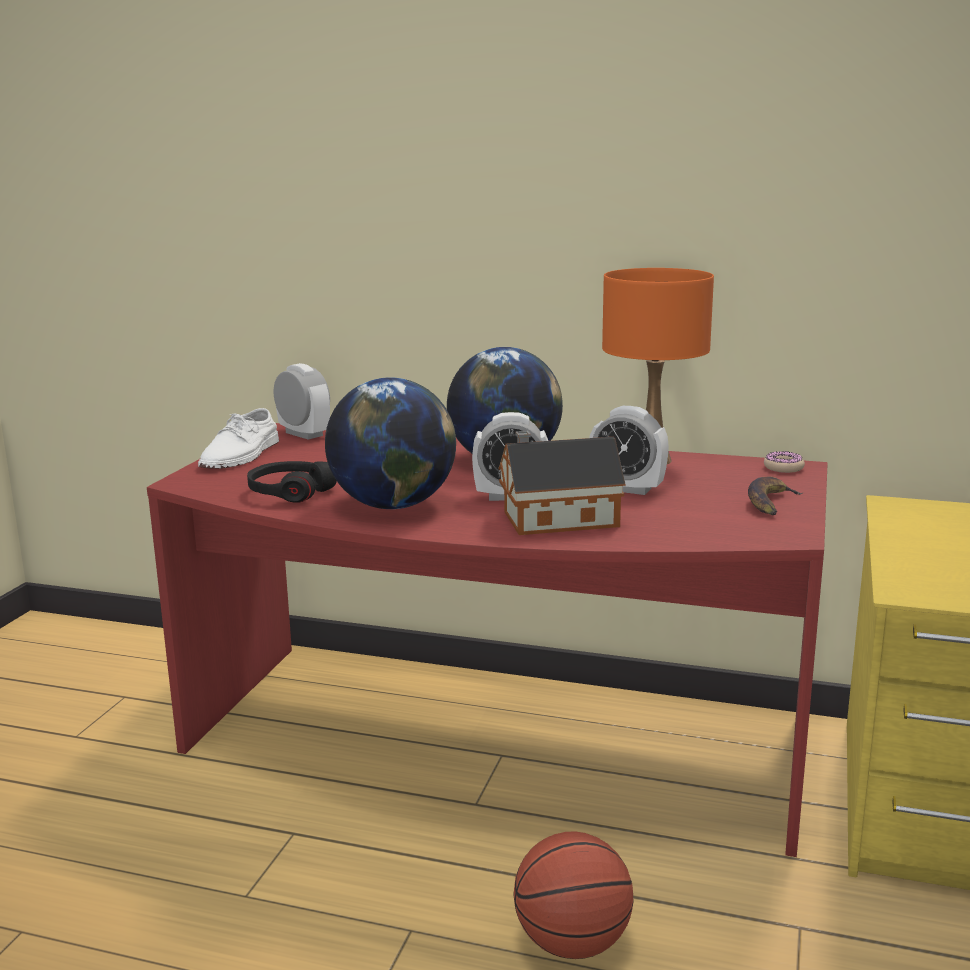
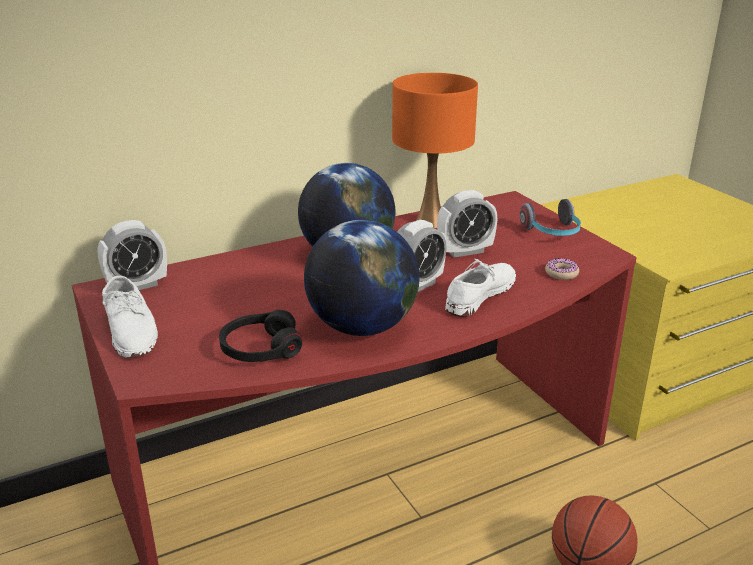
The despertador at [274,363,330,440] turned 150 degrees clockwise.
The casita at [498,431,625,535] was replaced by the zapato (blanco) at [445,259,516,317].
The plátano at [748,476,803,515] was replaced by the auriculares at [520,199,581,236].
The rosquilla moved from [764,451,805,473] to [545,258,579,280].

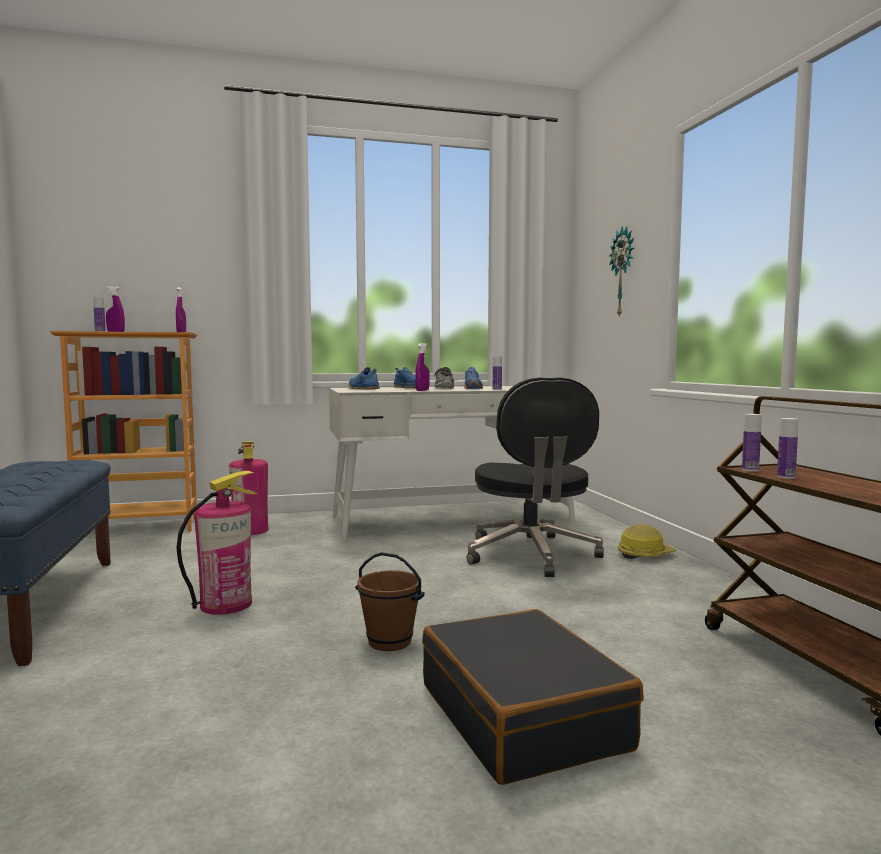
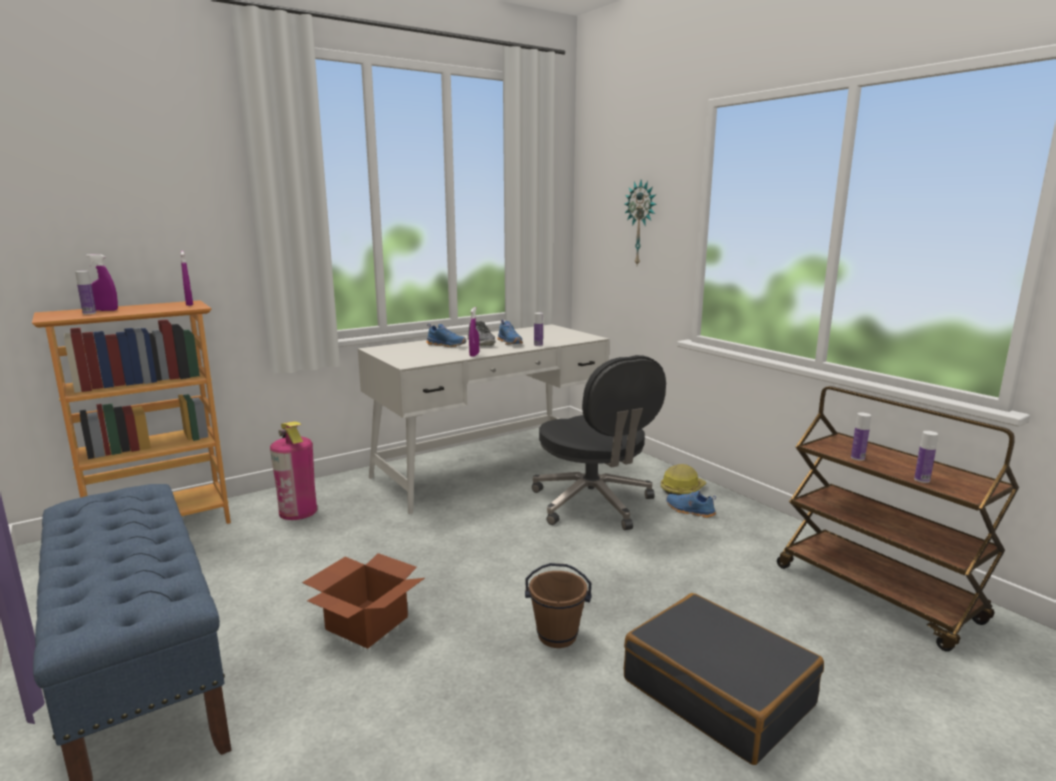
The extintor at [176,471,258,615] was replaced by the caja de cartón at [302,553,425,649].
The zapato (azul) moved from [349,367,380,390] to [666,490,716,518].
The botella moved from [742,414,762,472] to [914,431,938,483].

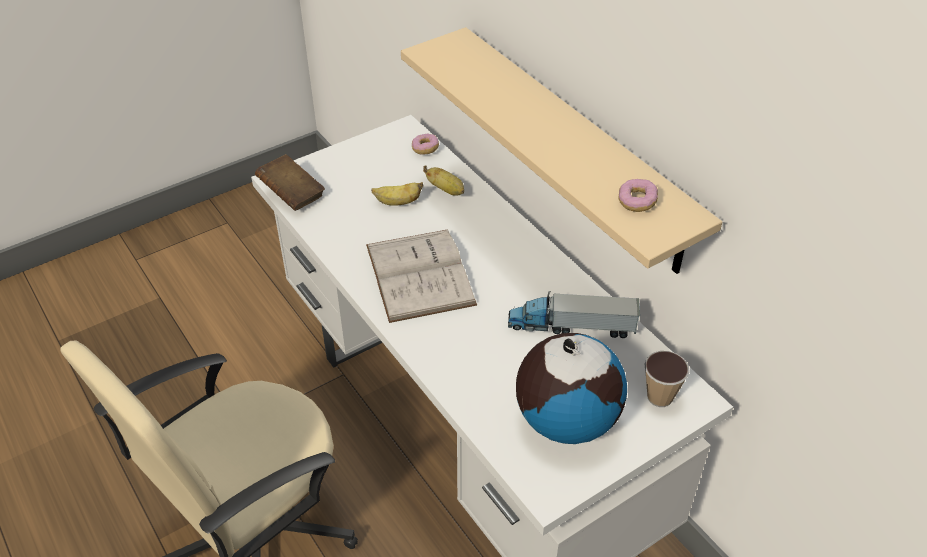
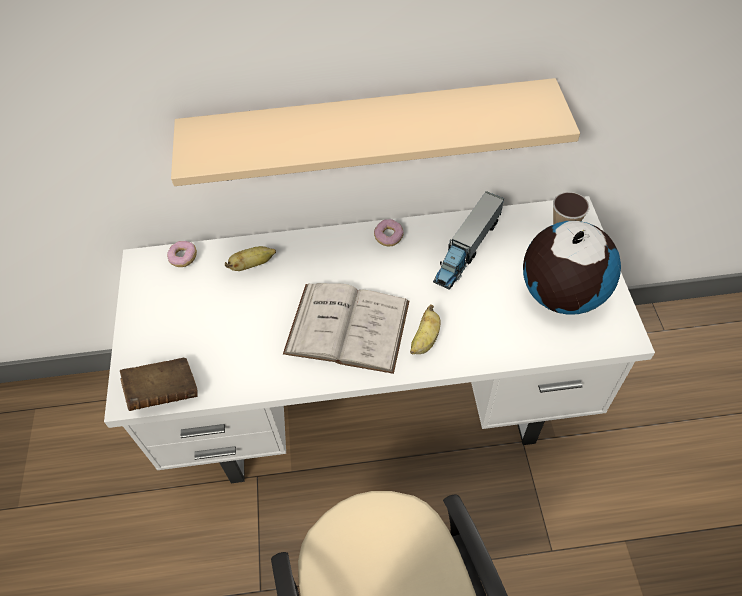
The plátano moved from [371,182,424,206] to [410,304,440,354].
The rosquilla moved from [619,179,658,212] to [374,219,404,246].

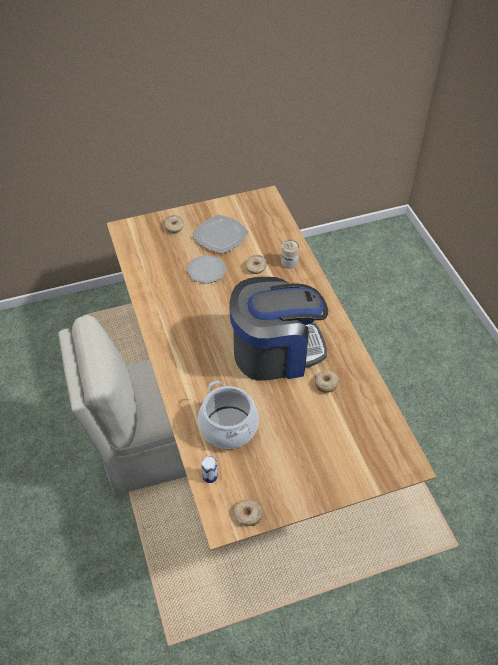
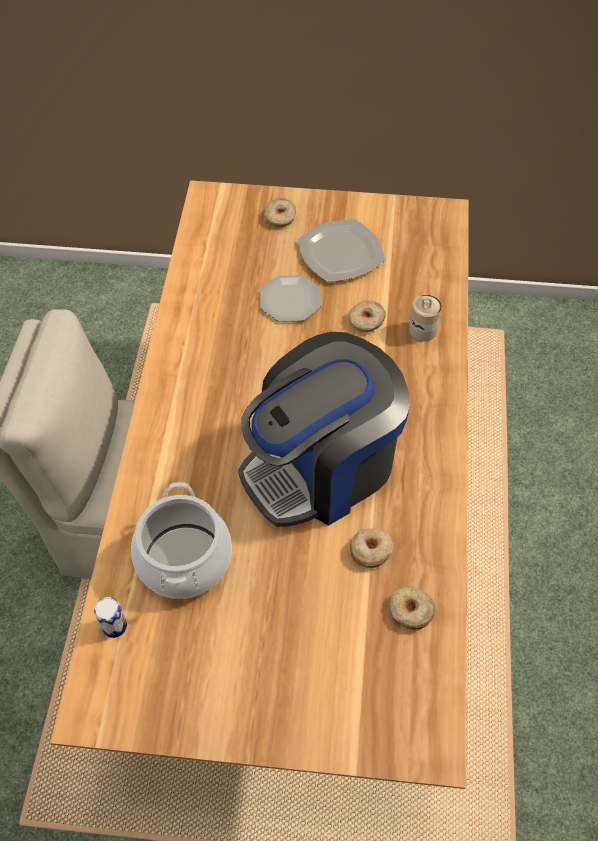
The cafetera at [229,277,328,381] turned 135 degrees clockwise.
The rosquilla moved from [234,499,264,526] to [389,586,436,630].

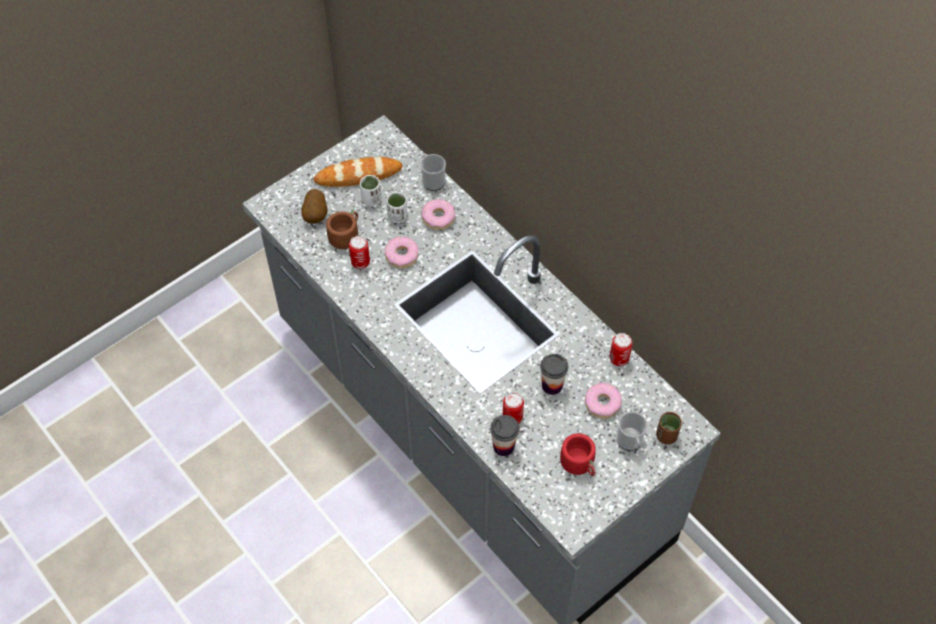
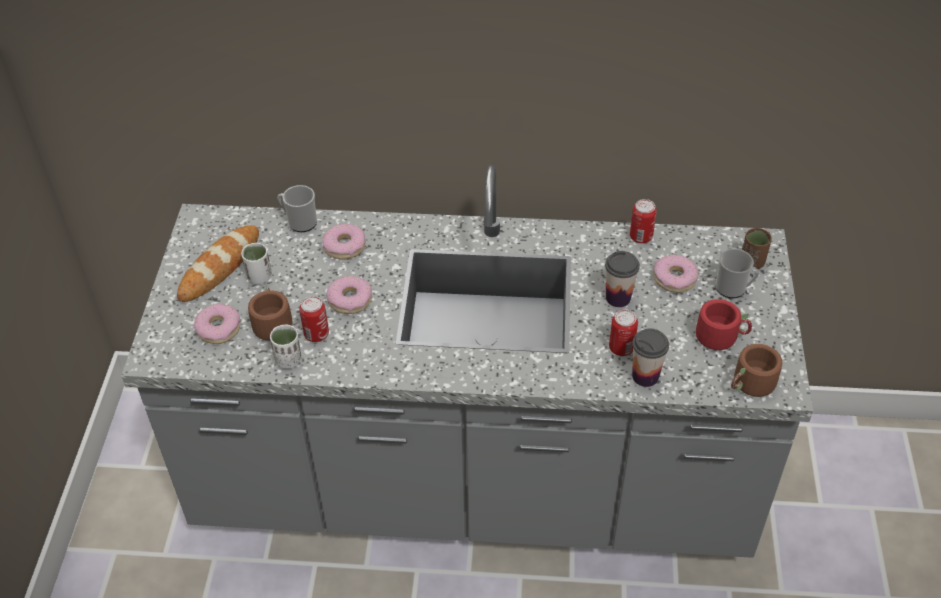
The patata at [301,189,328,224] was replaced by the rosquilla at [194,304,240,344].
The taza (blanco) moved from [387,192,407,223] to [270,325,301,369].
The taza grande (marrón) at [731,344,789,397] appeared.

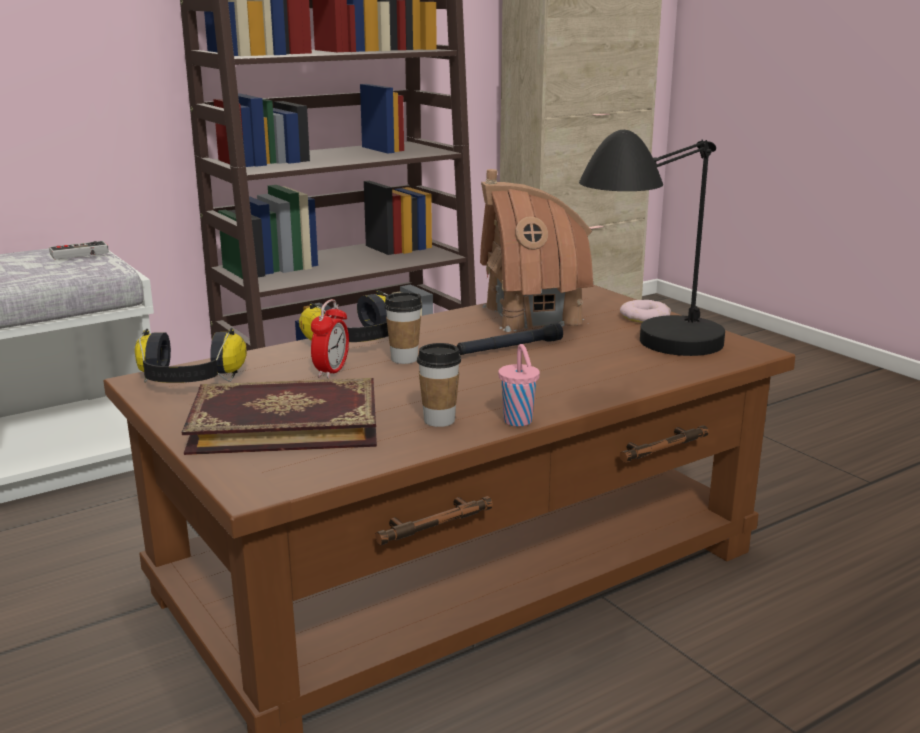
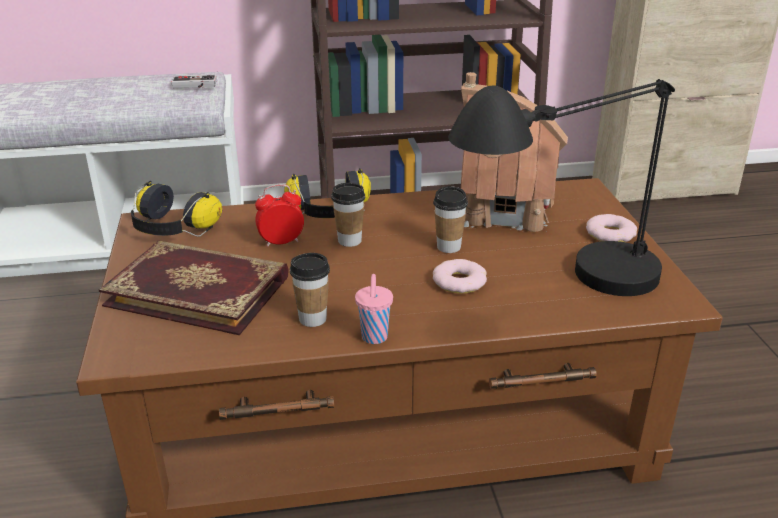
The despertador at [311,299,349,379] turned 150 degrees counterclockwise.
The linterna (negro) at [457,323,563,355] was replaced by the taza at [433,186,468,253].
The rosquilla at [433,259,487,293] appeared.

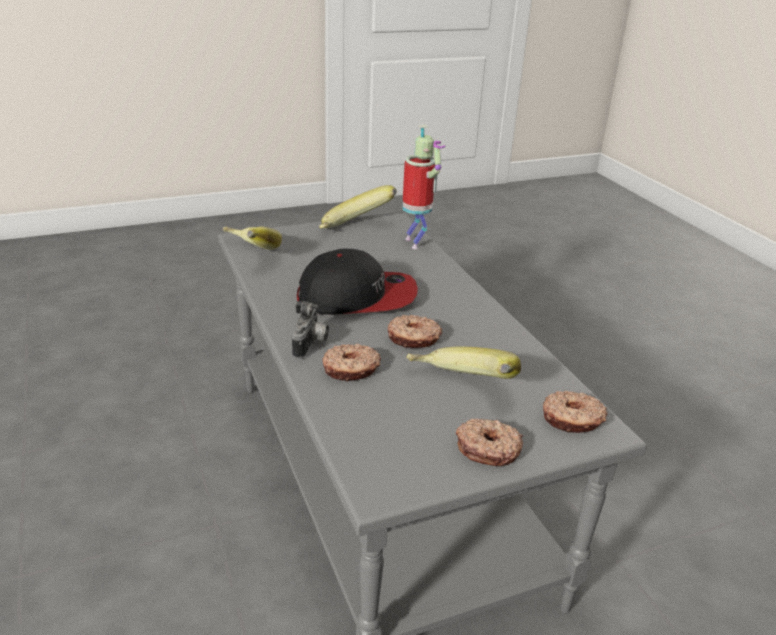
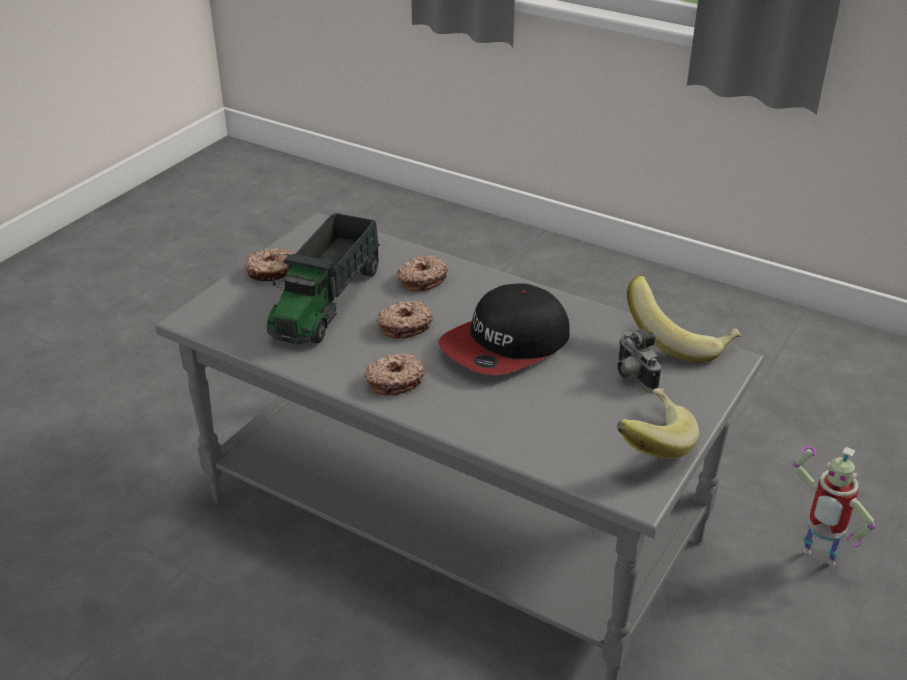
The cámara moved from [292,301,329,359] to [617,329,661,390].
The robot de juguete moved from [402,124,445,249] to [793,446,875,566].
The plátano at [406,346,521,379] was replaced by the camión de juguete at [267,213,380,344].
The rosquilla moved from [543,391,608,433] to [364,353,425,395].

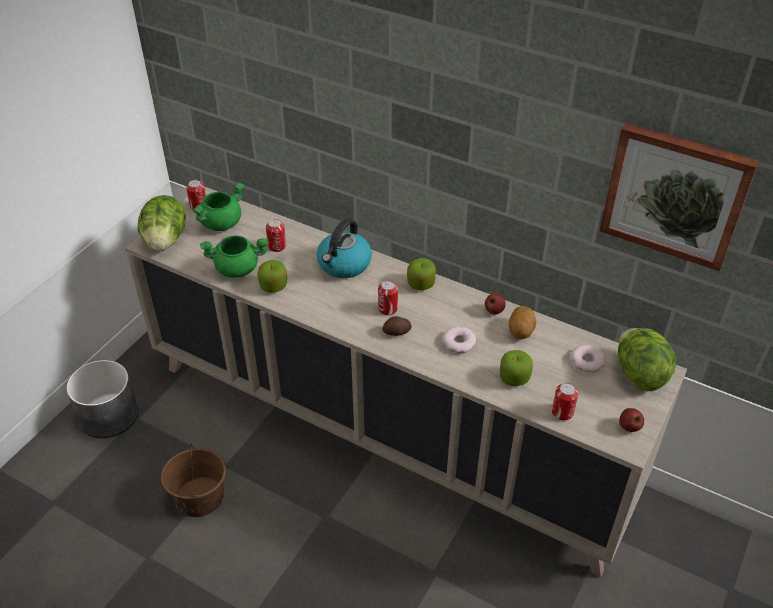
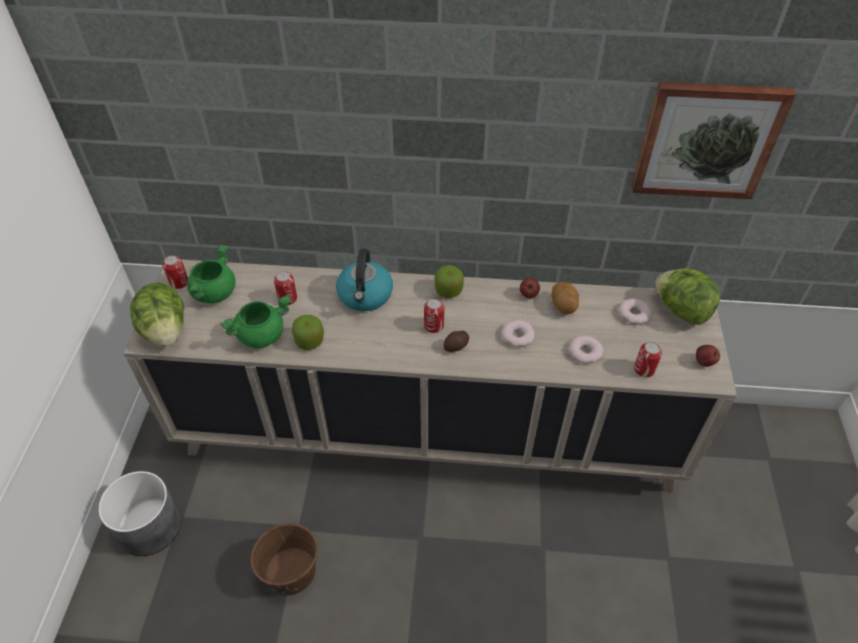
The manzana at [500,350,533,386] was replaced by the rosquilla at [569,336,603,364].

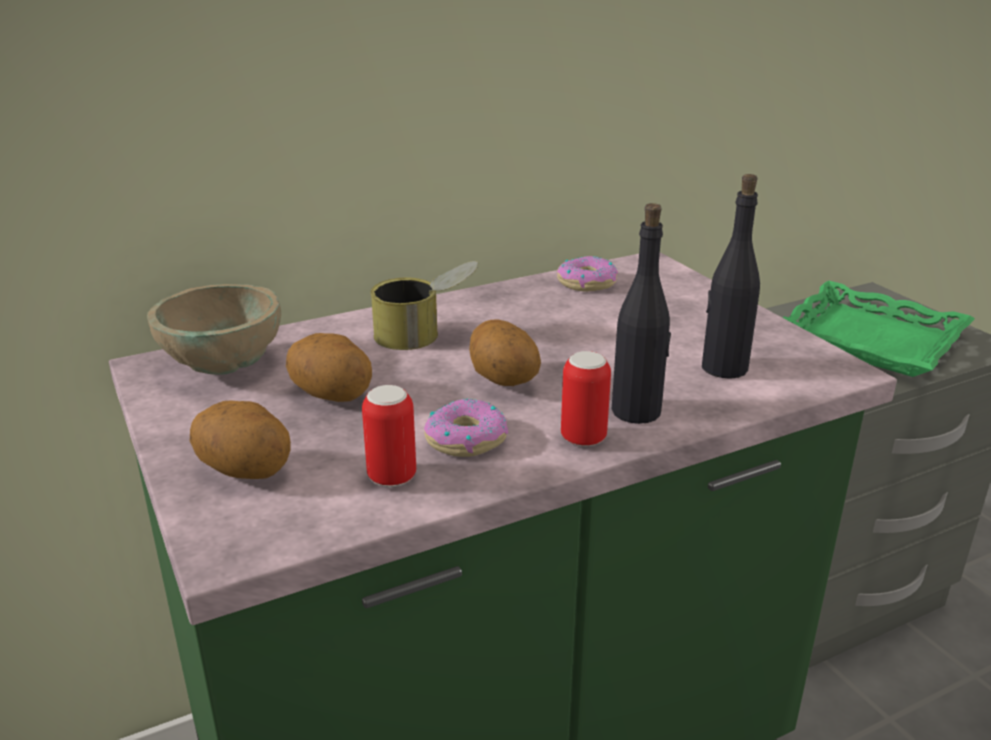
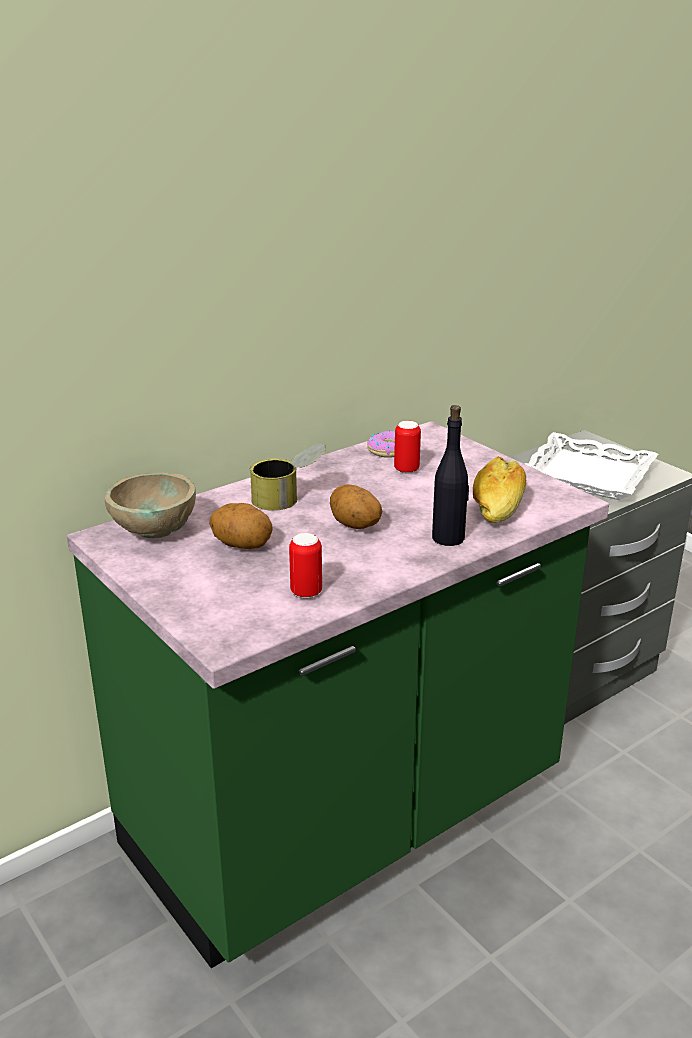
The patata at [190,401,291,479] disappeared.
The rosquilla at [424,399,509,457] disappeared.
The lata moved from [561,351,611,447] to [394,421,421,473].
The botella (negro) at [702,174,760,379] was replaced by the pan at [473,456,526,523].
The bandeja (verde) at [782,281,975,377] became the bandeja (blanco) at [525,432,658,500].

